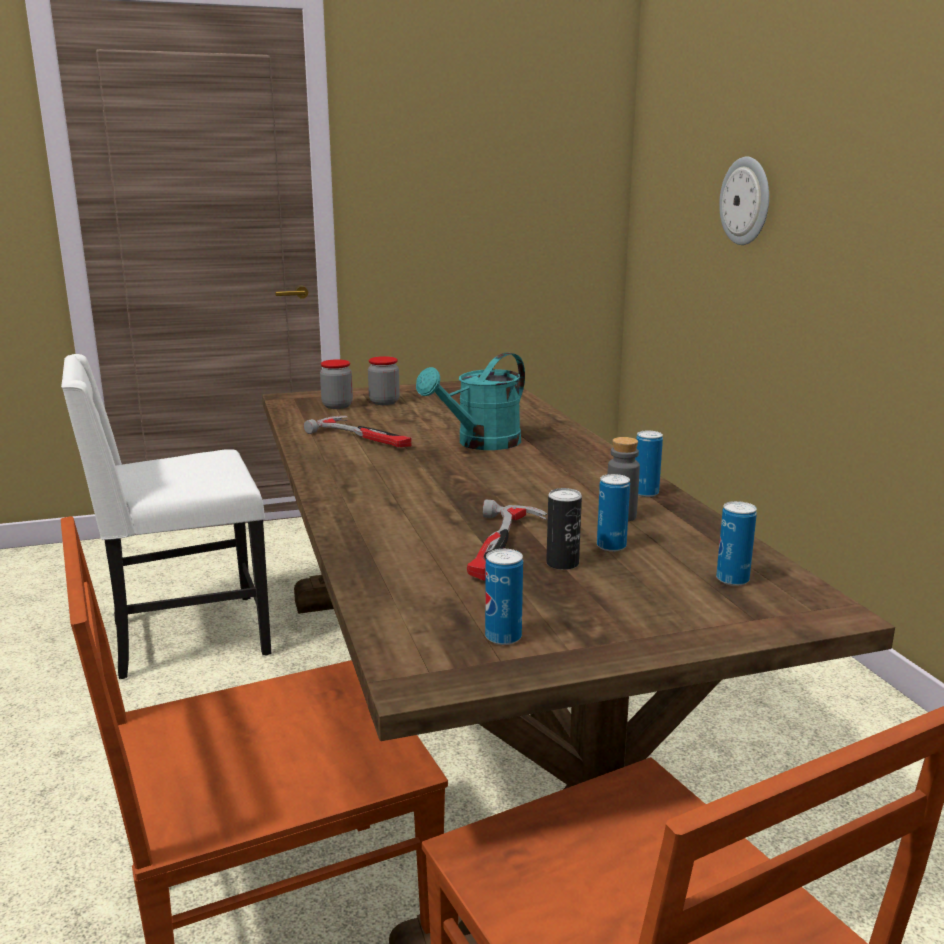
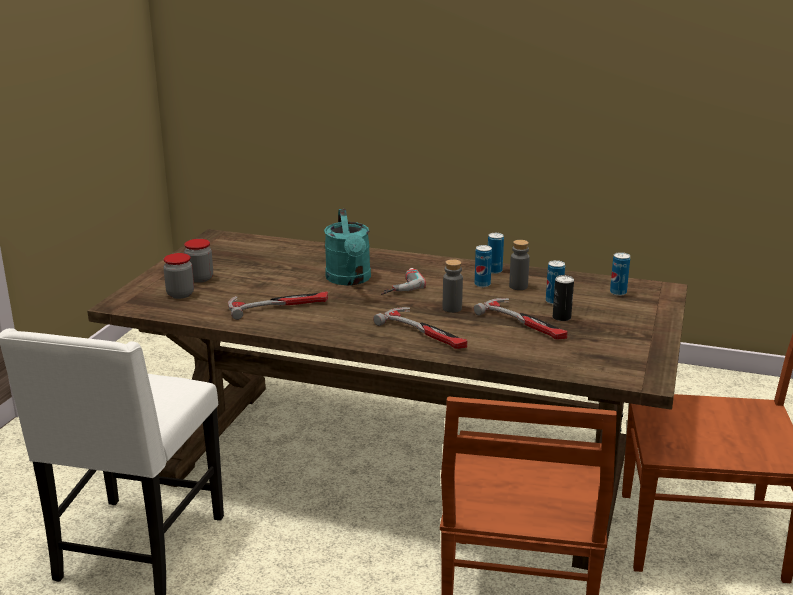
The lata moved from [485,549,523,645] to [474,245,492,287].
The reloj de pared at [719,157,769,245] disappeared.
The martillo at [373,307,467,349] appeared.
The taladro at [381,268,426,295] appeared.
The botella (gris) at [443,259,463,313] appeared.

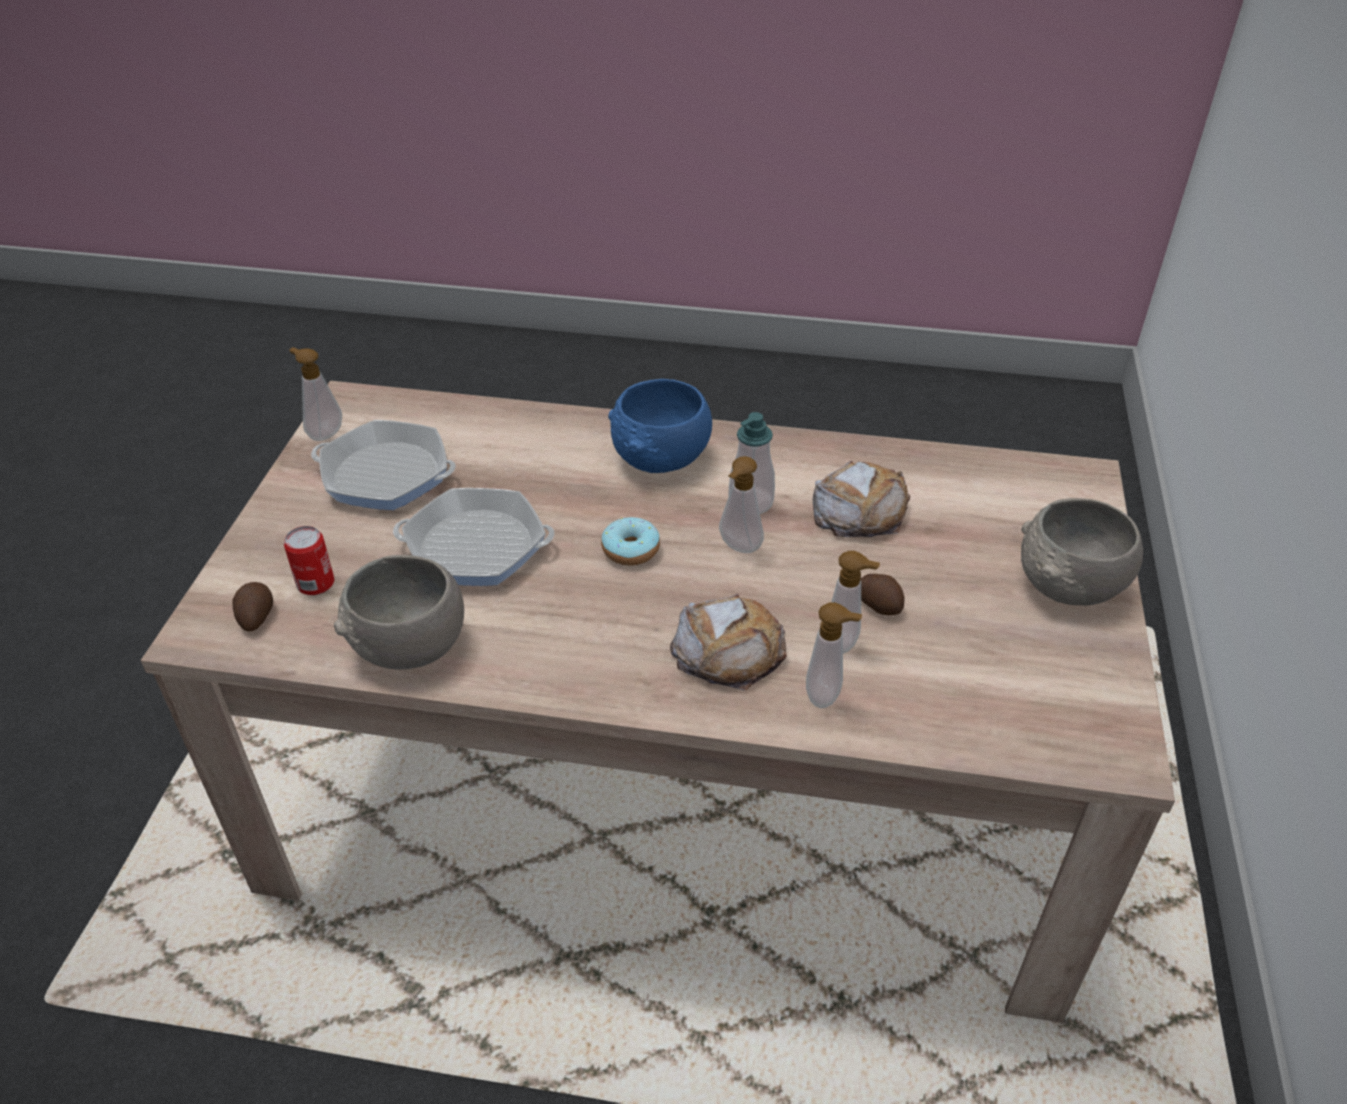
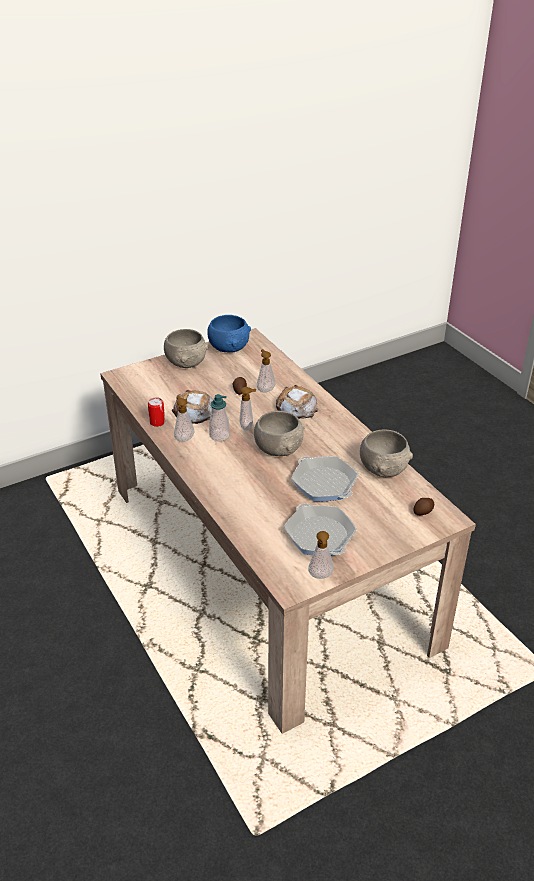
The lata moved from [284,526,334,595] to [148,397,165,427].
The rosquilla at [601,517,660,566] was replaced by the cuenco (gris) at [254,411,305,456].
The cuenco (azul) moved from [608,379,712,473] to [207,315,251,353].
The dispensador de jabón moved from [806,602,862,708] to [174,396,194,442].

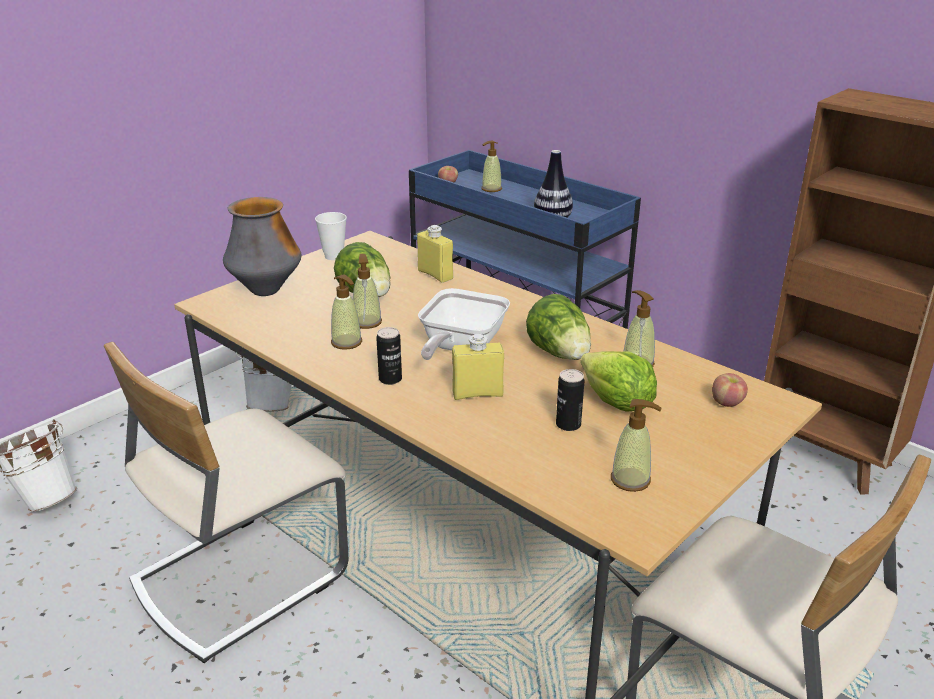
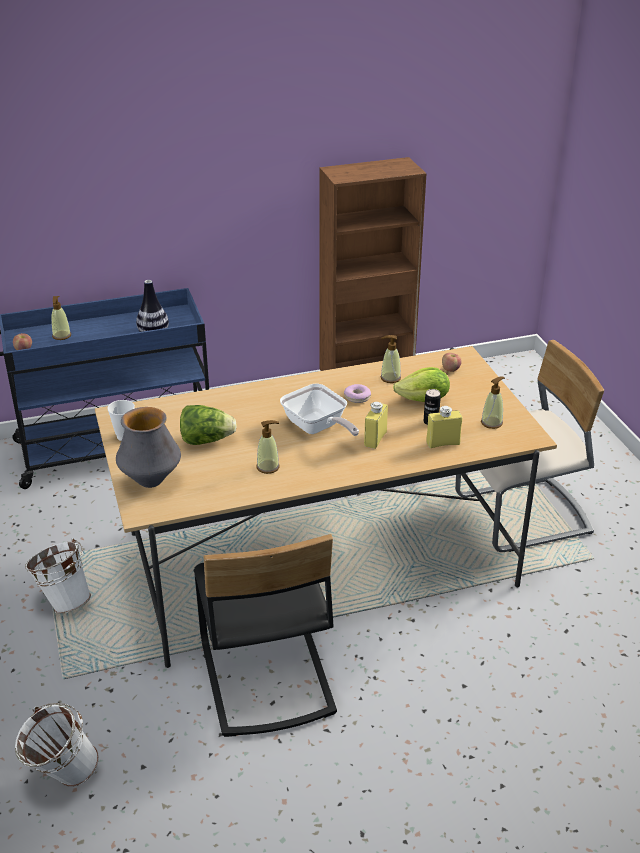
The silla (beis) at [104,342,349,663] became the silla (negro) at [194,534,337,737].
The dispensador de jabón at [353,254,382,329] disappeared.
The lata at [376,327,402,385] disappeared.
The botella (amarillo) moved from [417,225,453,283] to [426,406,462,448].
The lechuga at [526,294,591,360] was replaced by the rosquilla at [344,384,371,403].

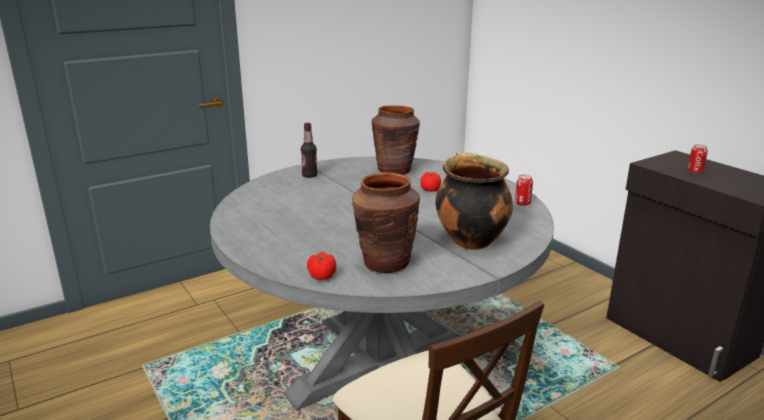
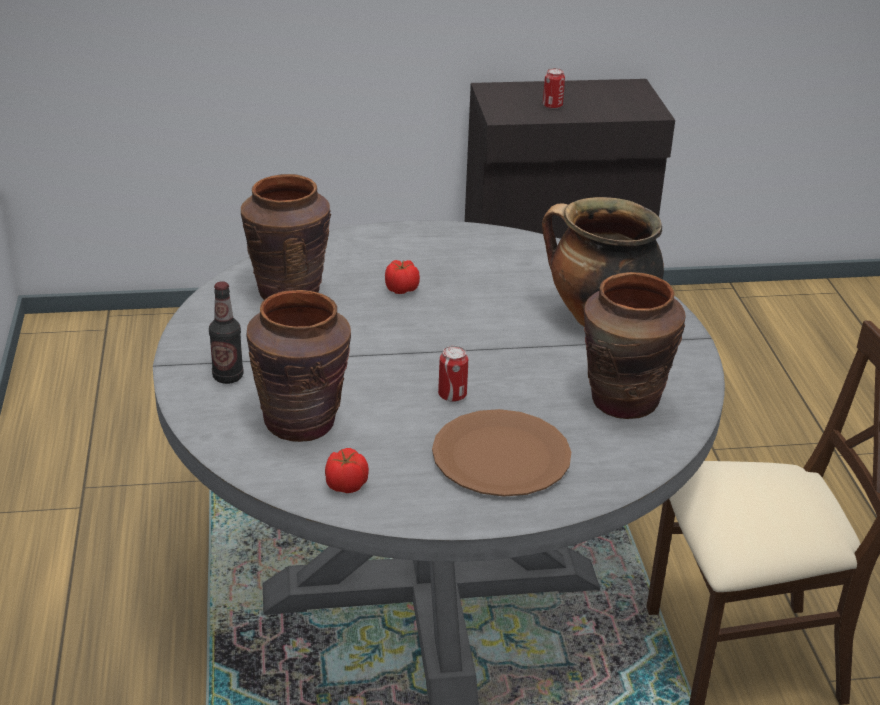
The tomate moved from [307,252,336,280] to [325,448,369,493].
The lata moved from [515,174,533,206] to [438,346,468,402].
The florero (marrón) at [246,290,351,442] appeared.
The plato (marrón) at [432,409,571,497] appeared.

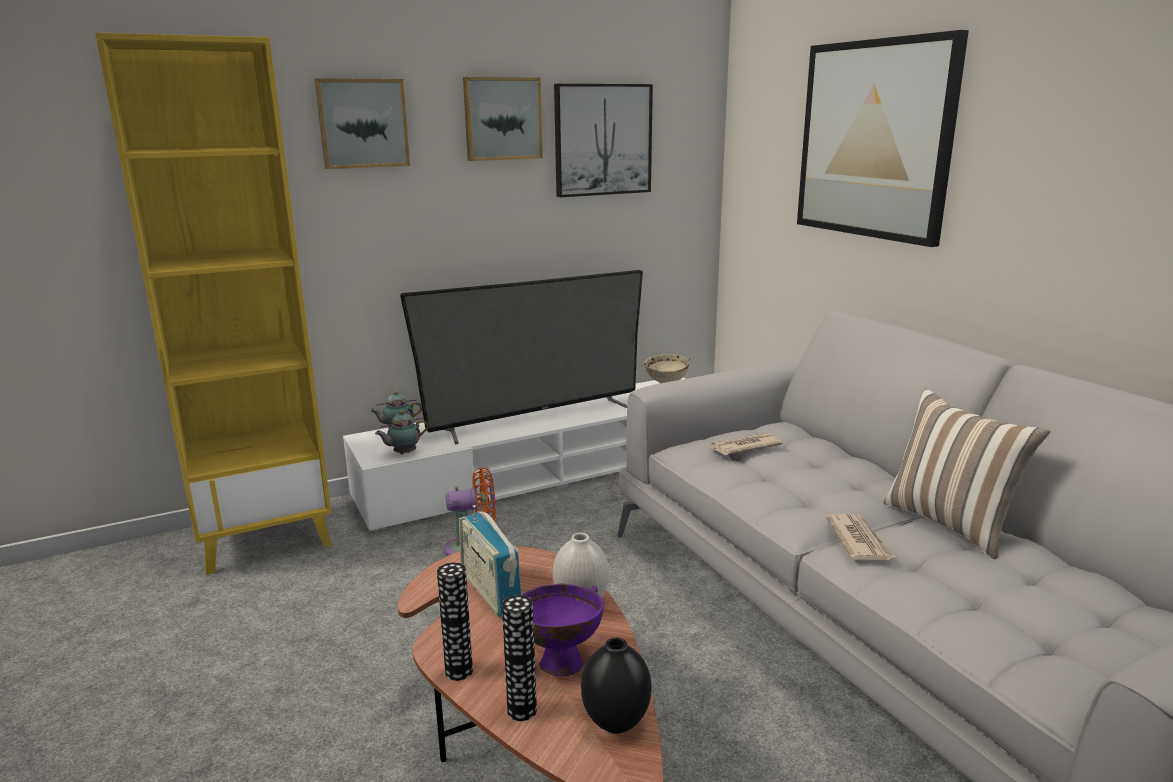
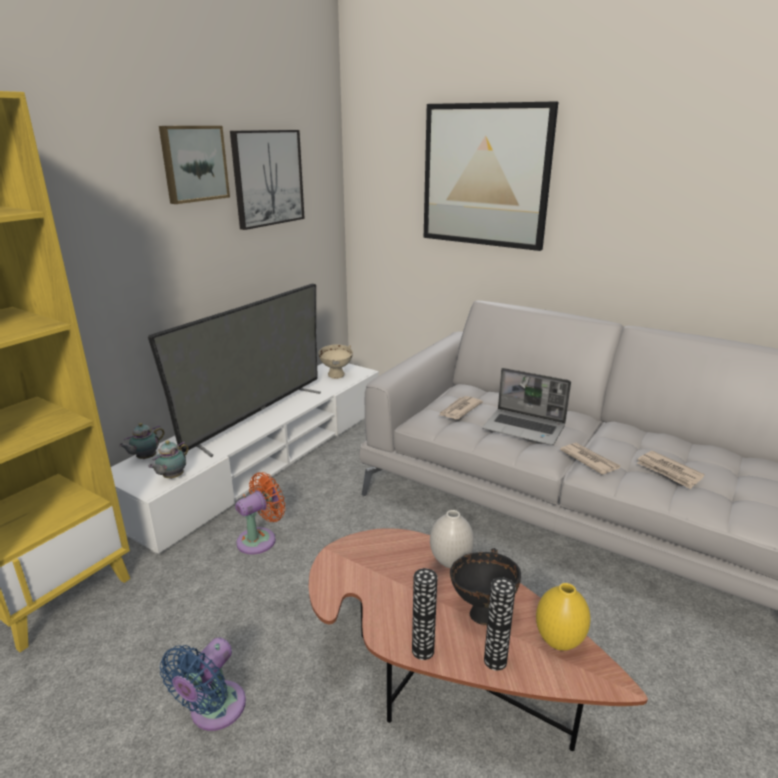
The cuadro at [315,78,410,169] disappeared.
The radio at [459,505,522,617] disappeared.
The cuenco (morado) at [522,583,603,677] became the cuenco (negro) at [450,548,521,625].
The florero (negro) at [581,637,652,734] became the florero (amarillo) at [536,583,591,651].
The cojín at [884,389,1050,559] disappeared.
The ventilador (azul) at [160,637,246,731] appeared.
The portátil at [483,368,571,445] appeared.
The periódico at [637,451,705,489] appeared.

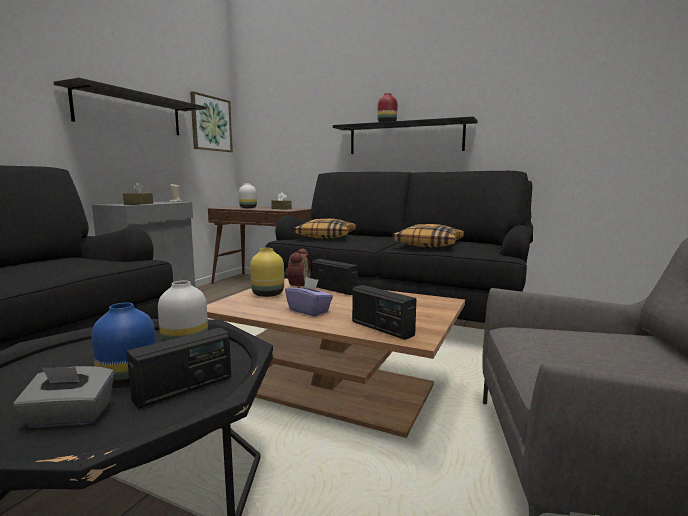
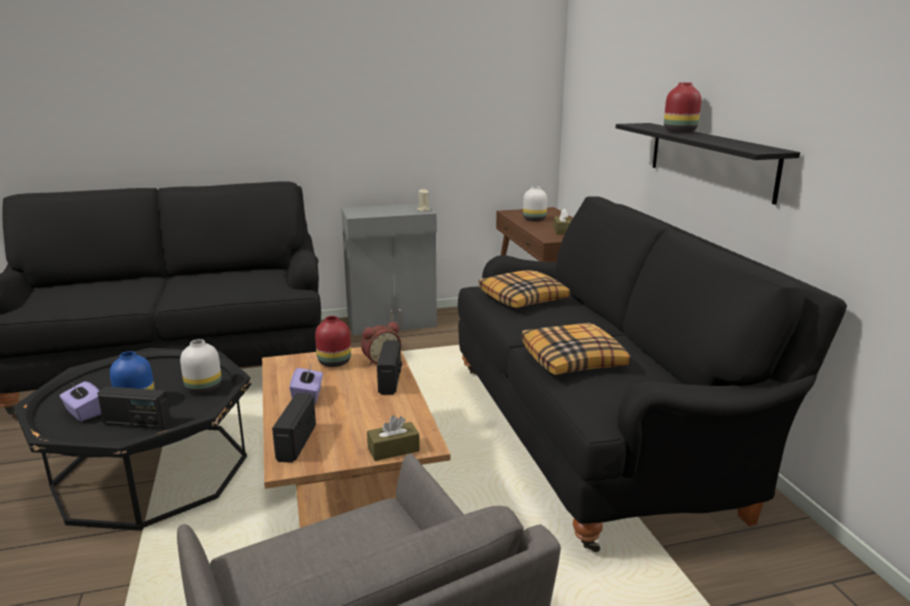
The caja de pañuelos (gris) at [14,366,114,427] became the caja de pañuelos (morado) at [59,381,101,422].
The estante at [54,78,207,135] disappeared.
The caja de pañuelos (marrón) moved from [123,182,153,205] to [367,415,420,461].
The cuadro at [190,91,233,152] disappeared.
The florero (amarillo) at [250,248,284,297] became the florero (rojo) at [315,316,351,367].

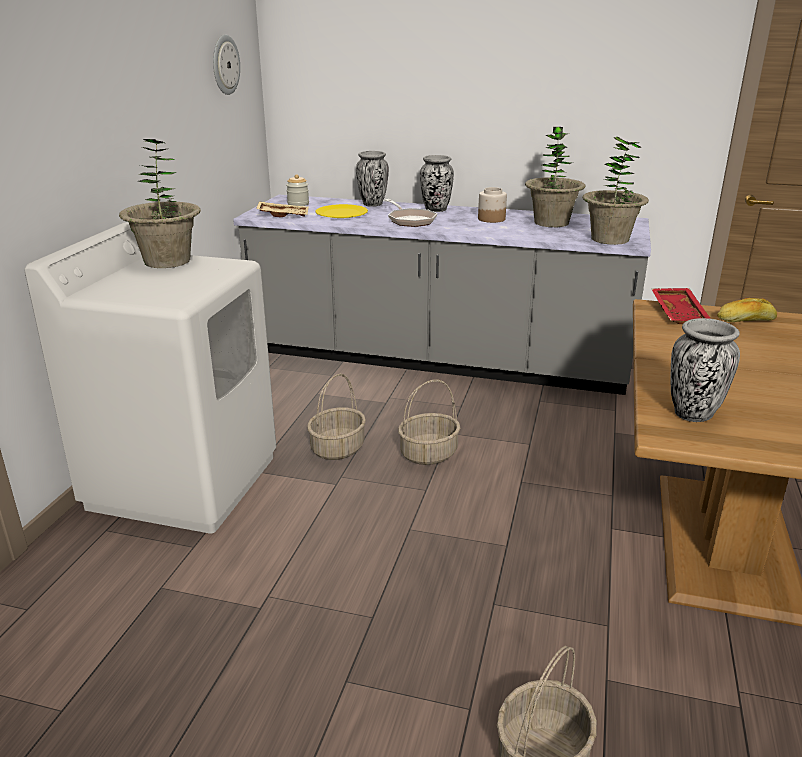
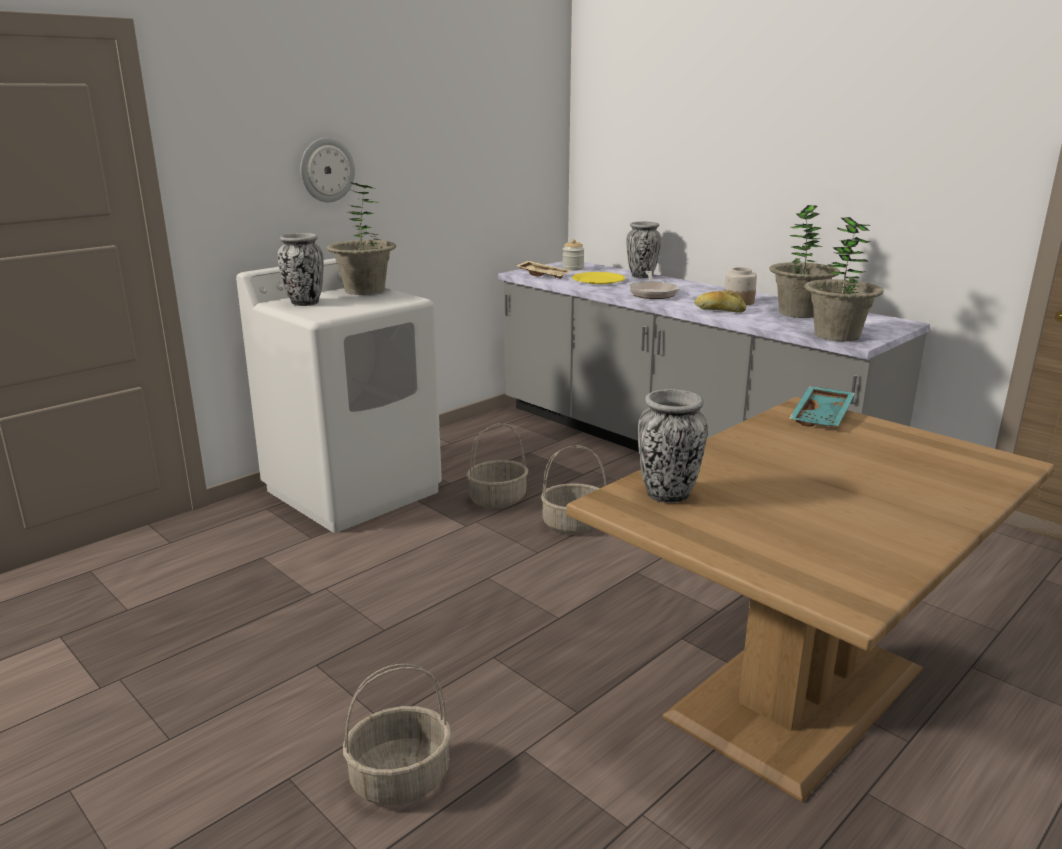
The reloj de pared moved from [213,35,240,95] to [300,137,355,202].
The florero moved from [420,155,454,212] to [277,233,324,306].
The bandeja (rojo) at [652,288,711,324] became the bandeja (turquesa) at [789,386,855,427].
The pan moved from [717,298,777,322] to [695,291,746,313].

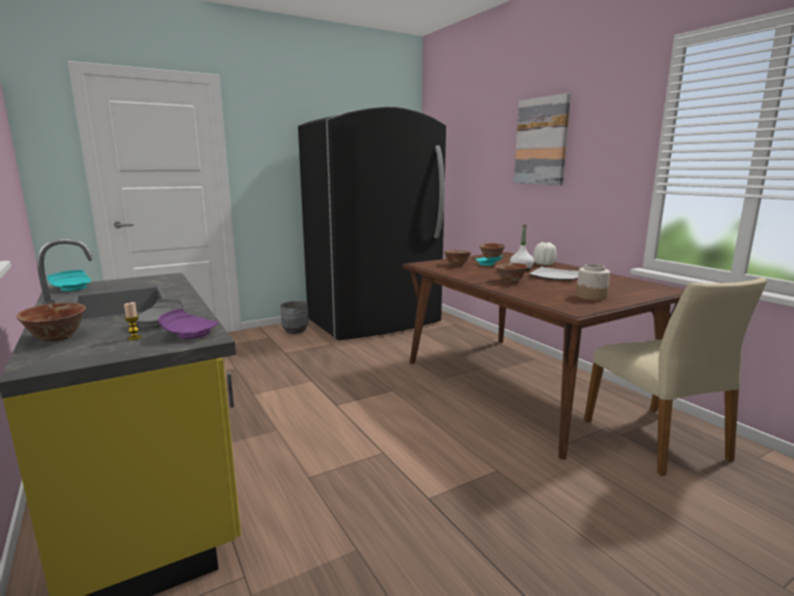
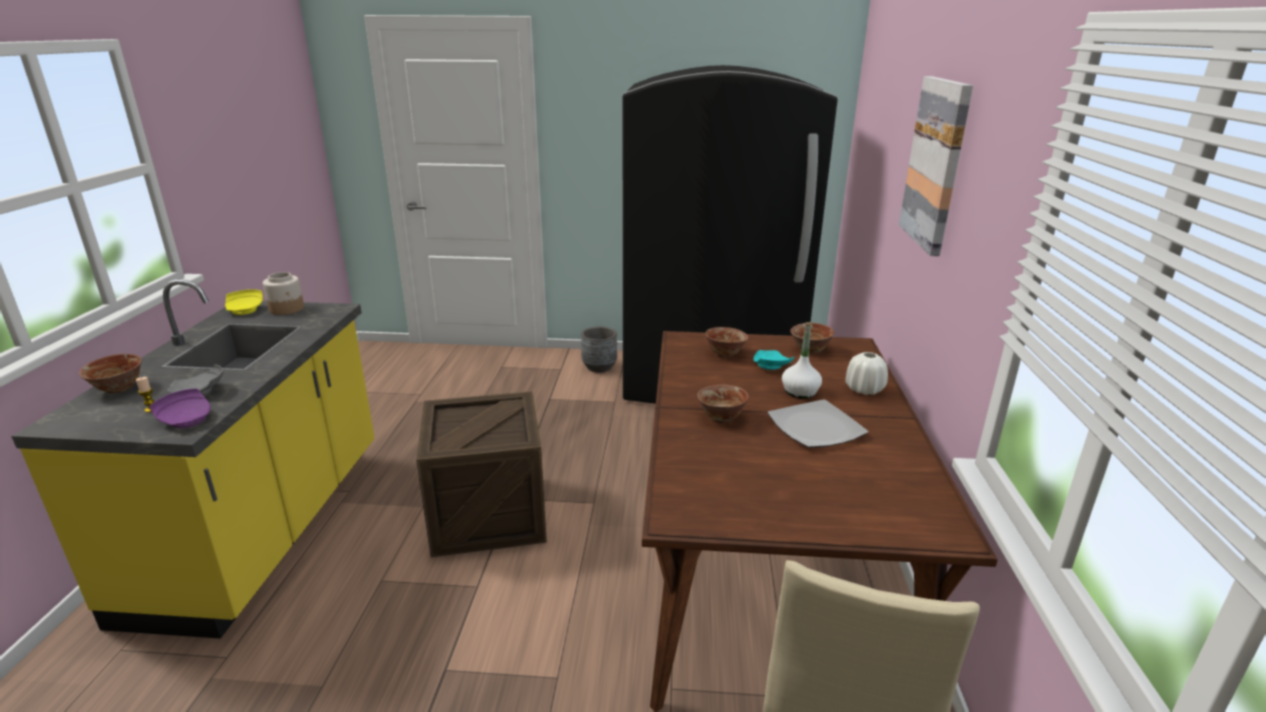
The plato (turquesa) at [47,270,91,291] became the plato (amarillo) at [225,289,263,315].
The tarro moved from [576,264,610,301] to [263,272,304,315].
The caja de embalaje at [416,391,547,557] appeared.

